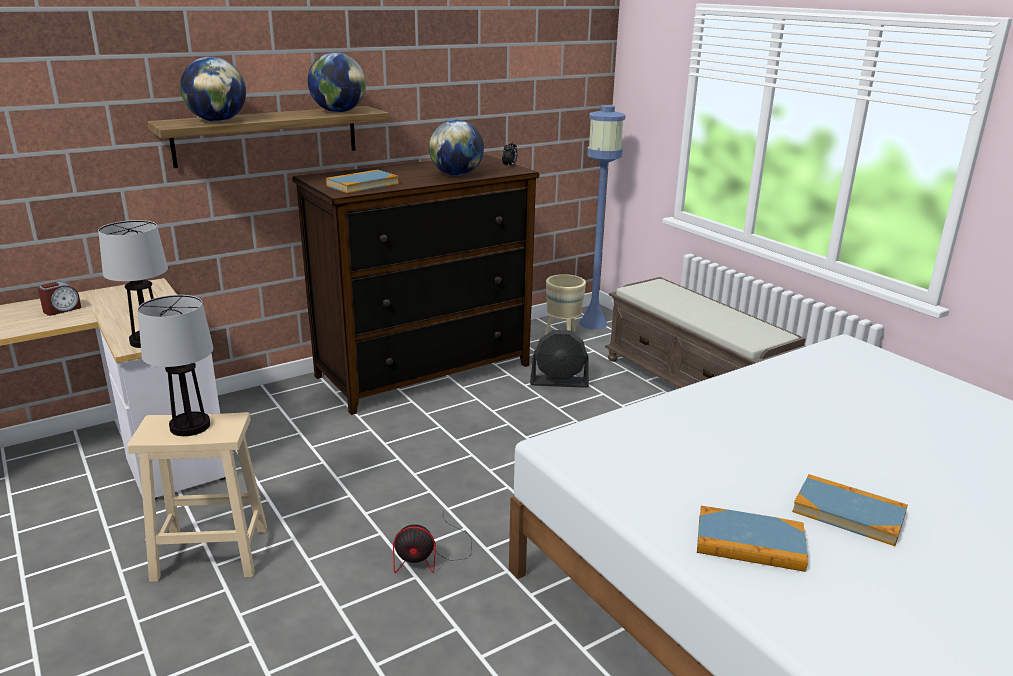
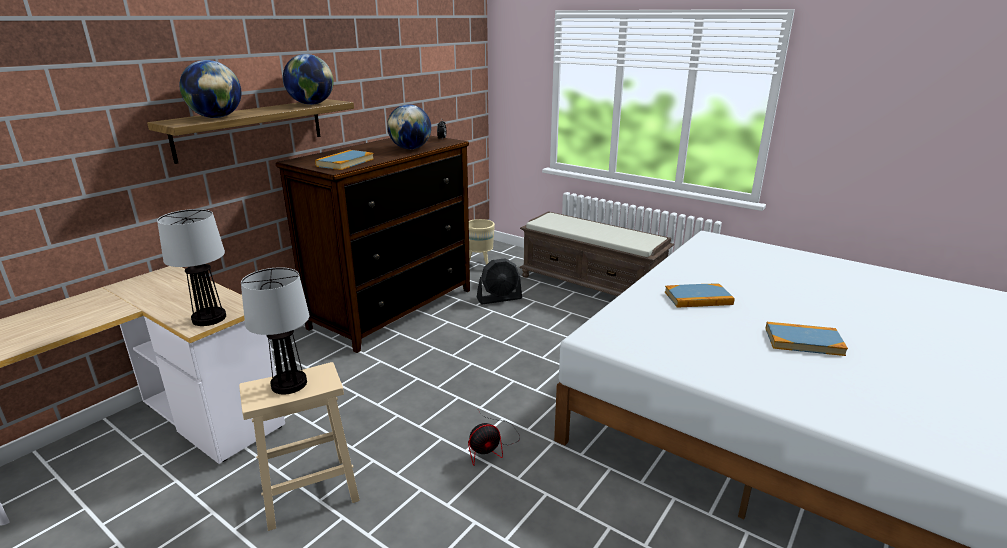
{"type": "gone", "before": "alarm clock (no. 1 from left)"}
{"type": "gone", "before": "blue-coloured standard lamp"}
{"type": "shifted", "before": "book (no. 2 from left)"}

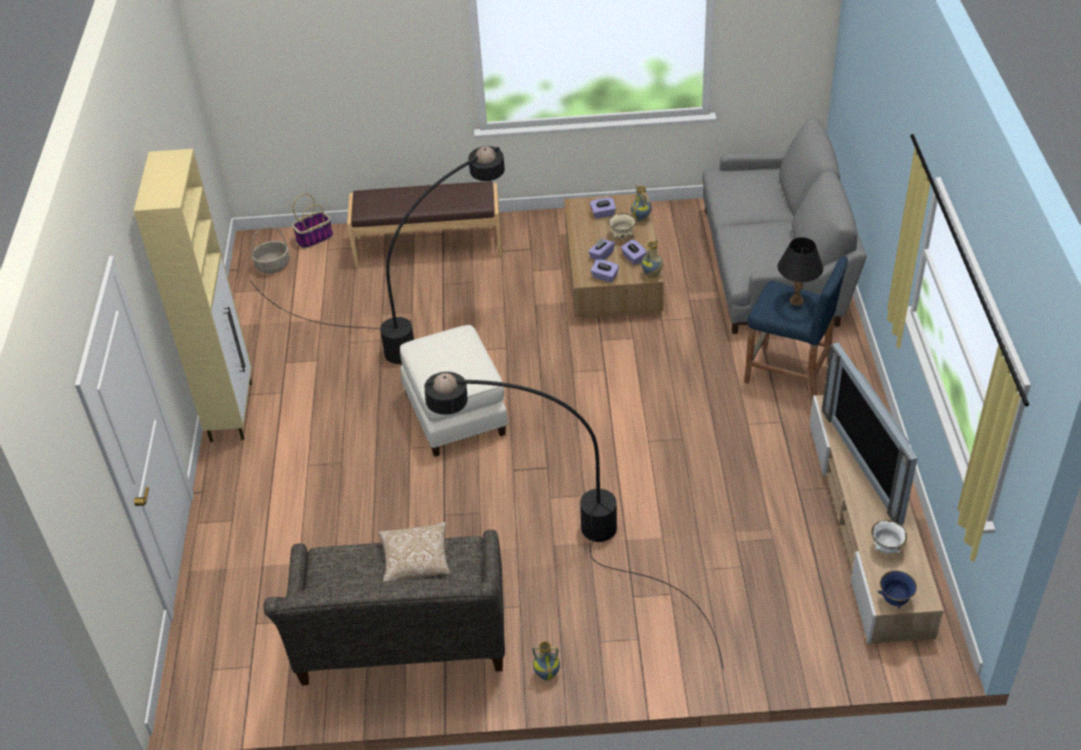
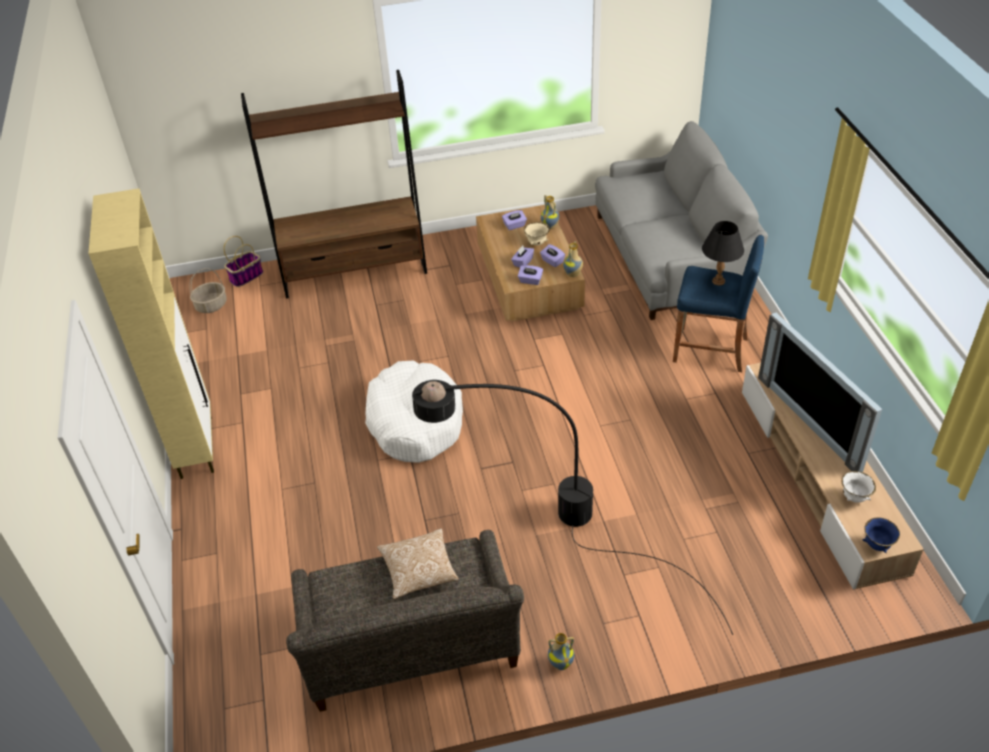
{"type": "gone", "before": "black standard lamp (no. 1 from left)"}
{"type": "swapped", "before": "brown bench", "after": "brown bookshelf"}
{"type": "swapped", "before": "whitish pouffe", "after": "whitish dog bed"}

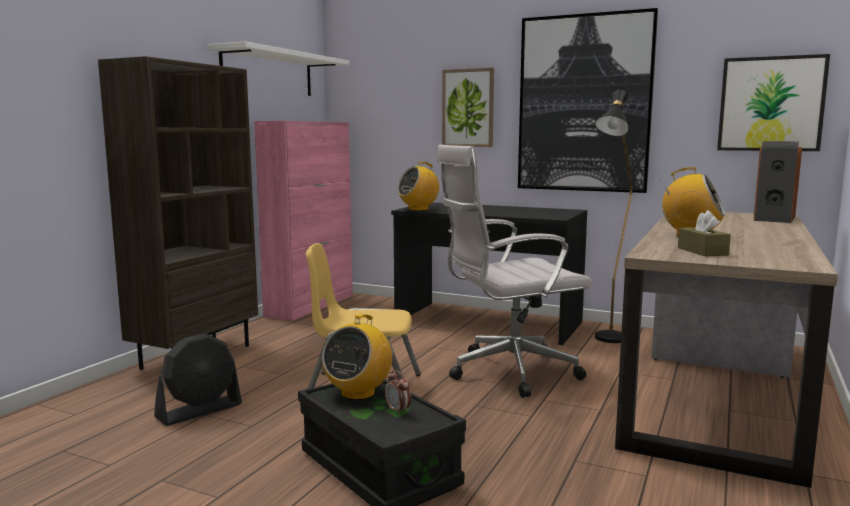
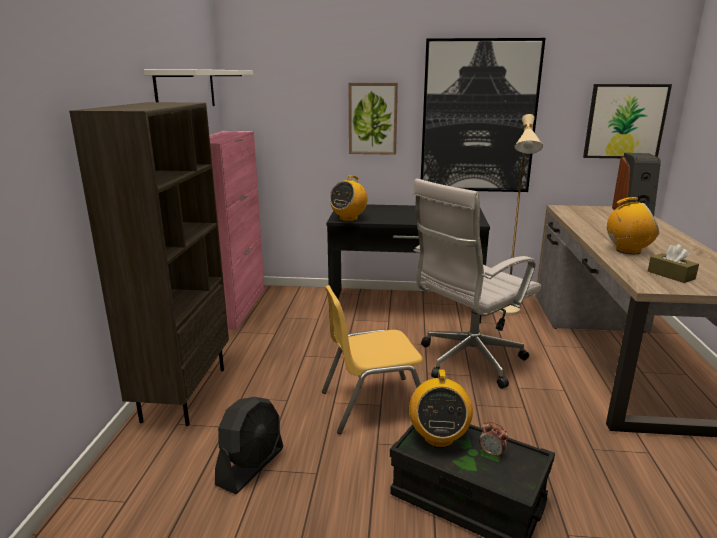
{"type": "repainted", "before": "black standard lamp", "after": "beige standard lamp"}

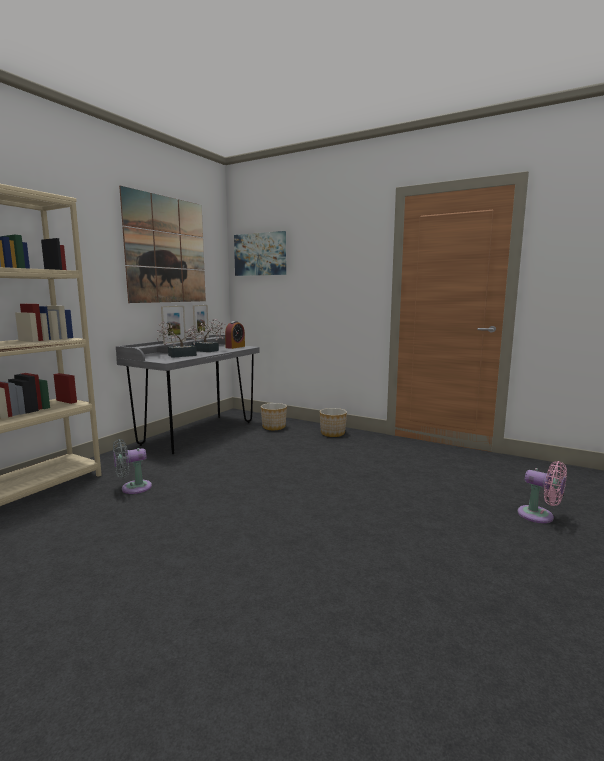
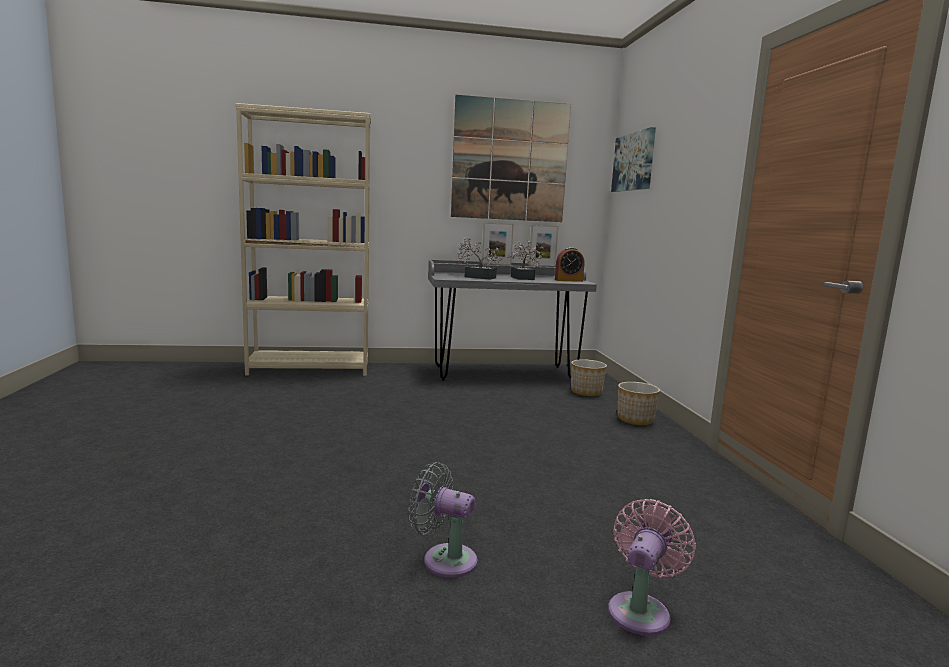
{"type": "shifted", "before": "gray electric fan"}
{"type": "rotated", "before": "pink-coloured electric fan", "turn": -150}

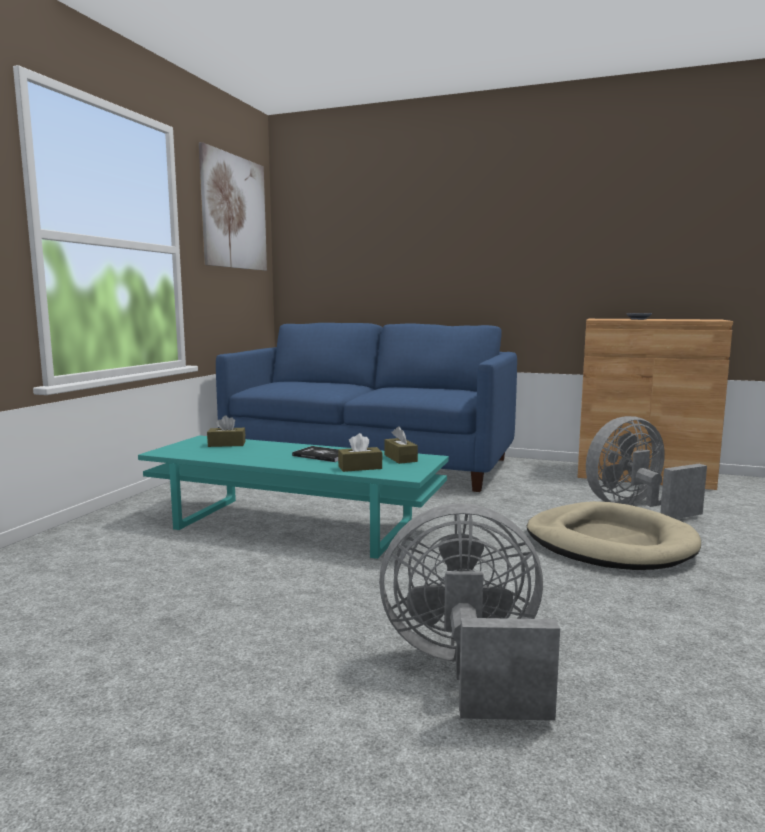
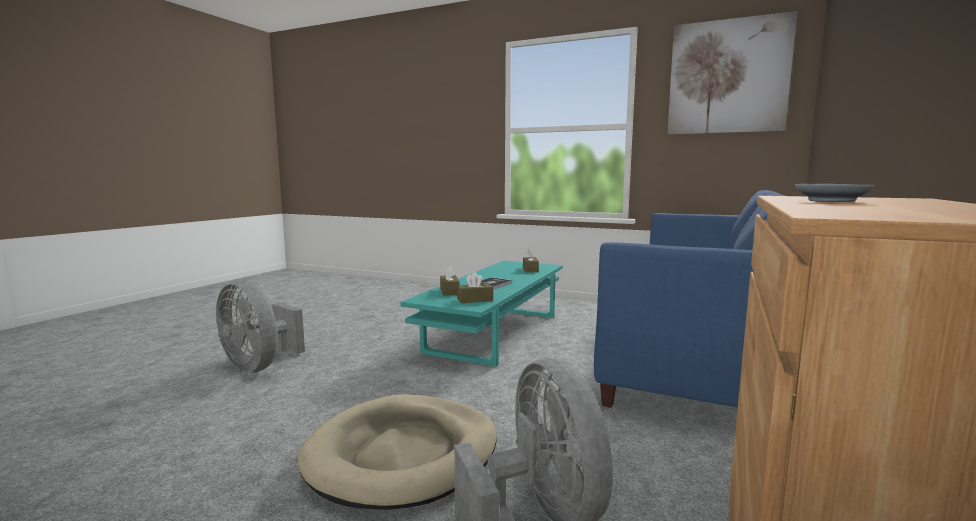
{"type": "rotated", "before": "gray electric fan (no. 1 from left)", "turn": 120}

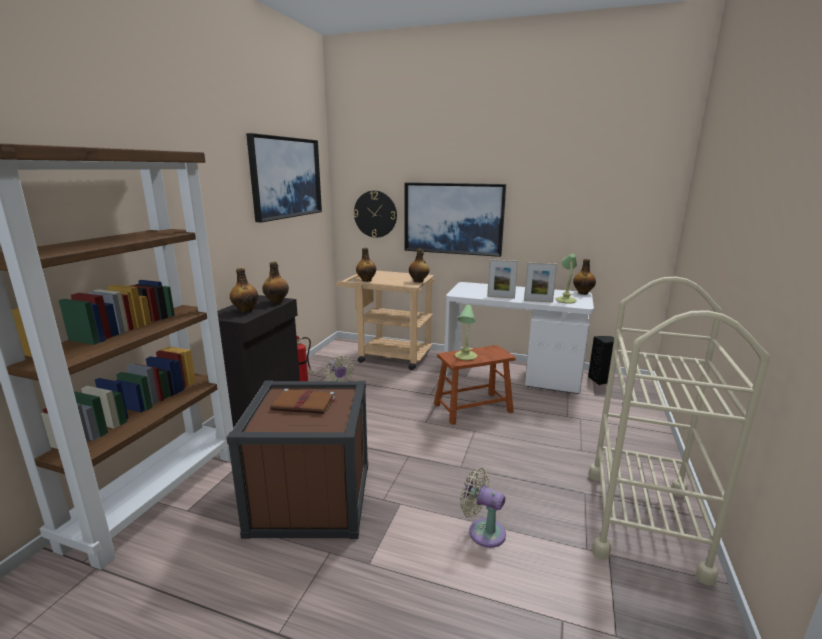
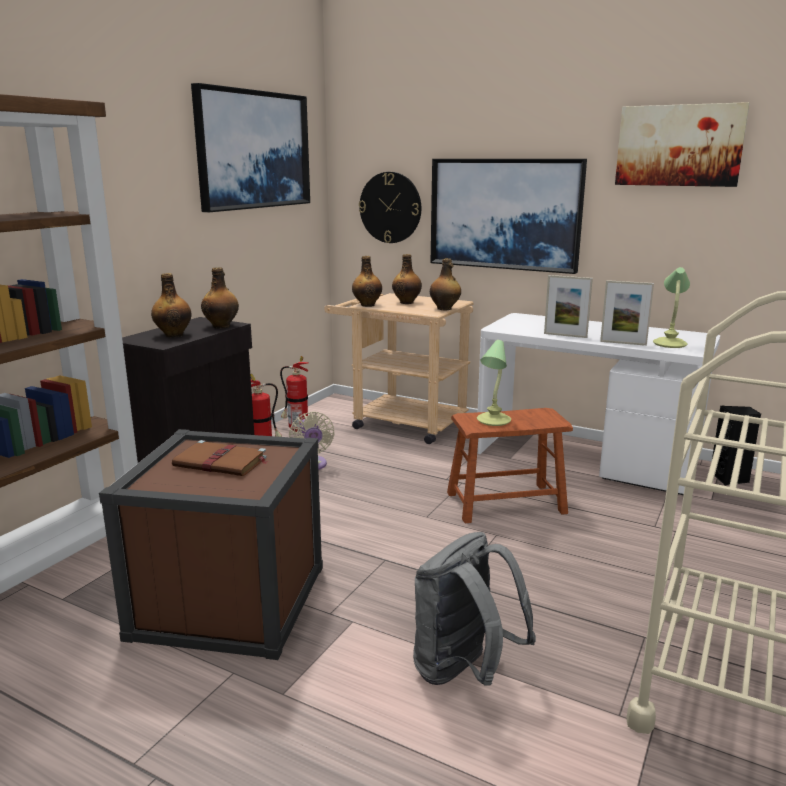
{"type": "new", "after": "fire-fighting cylinder (no. 2 from left)"}
{"type": "new", "after": "wall picture (no. 3 from left)"}
{"type": "shifted", "before": "bottle (no. 5 from left in the first image)", "after": "bottle (no. 4 from left)"}
{"type": "swapped", "before": "beige electric fan (no. 2 from left)", "after": "gray backpack"}

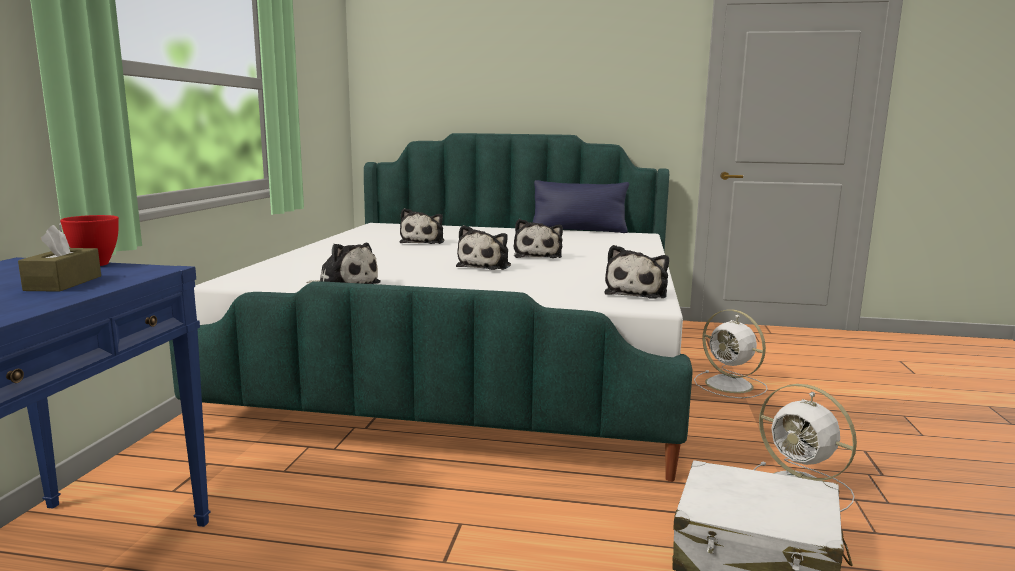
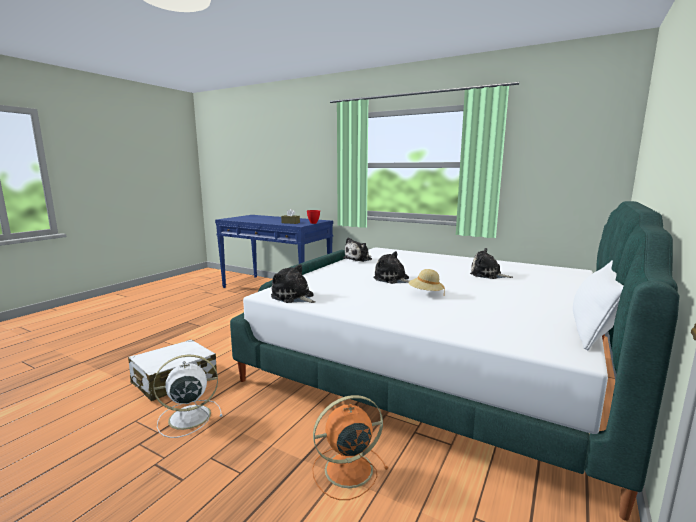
{"type": "swapped", "before": "soft toy (no. 4 from left)", "after": "beige clothing hat"}
{"type": "repainted", "before": "blue-coloured throw pillow", "after": "whitish throw pillow"}
{"type": "repainted", "before": "whitish electric fan (no. 1 from left)", "after": "orange electric fan"}

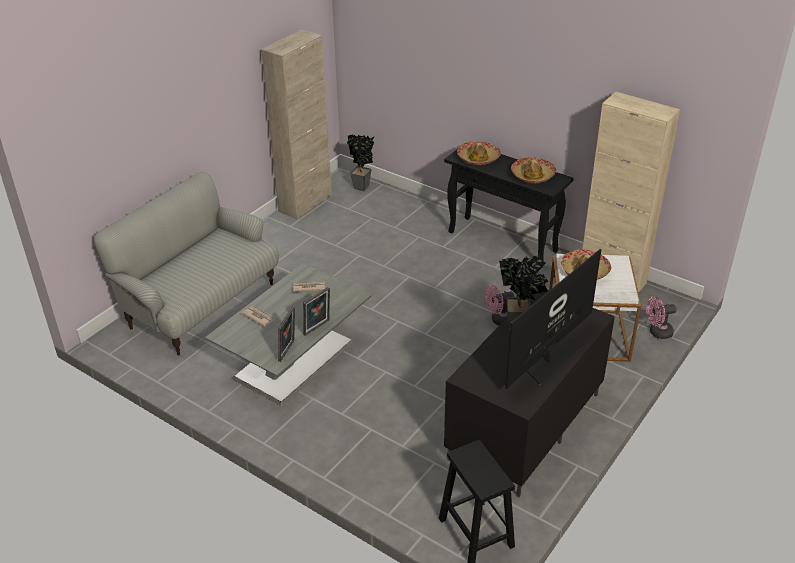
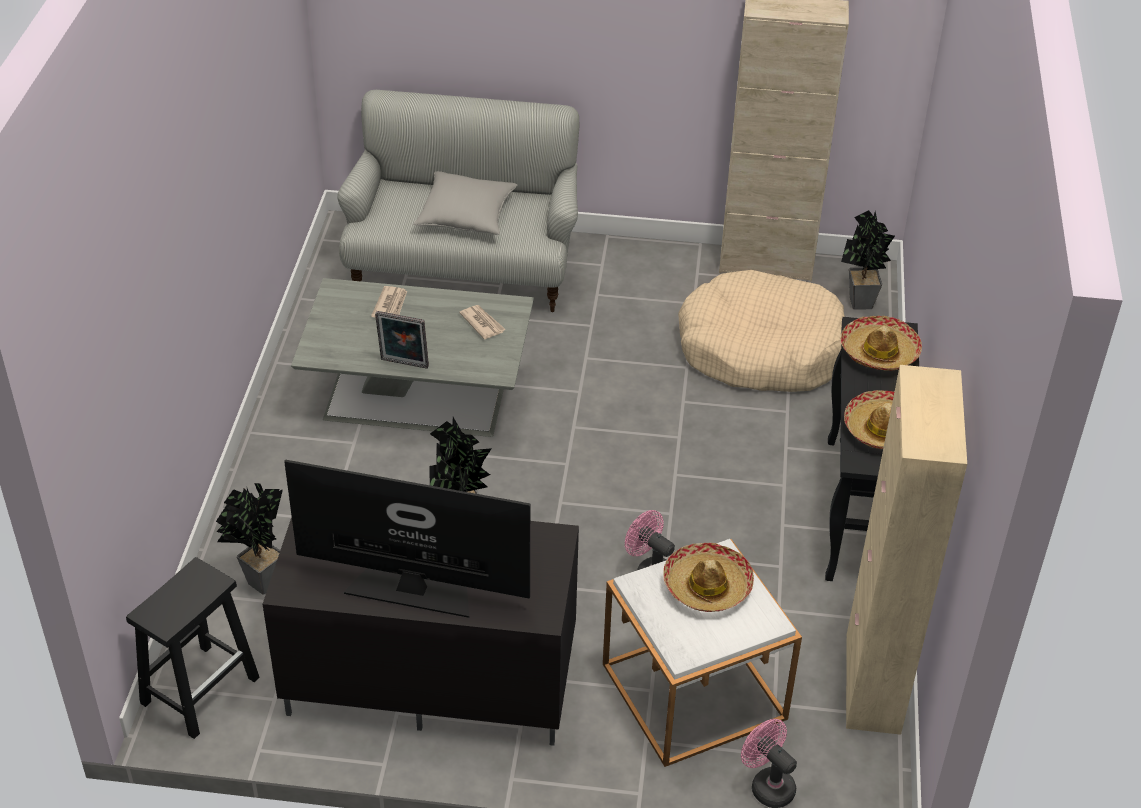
{"type": "gone", "before": "standing frame (no. 1 from left)"}
{"type": "new", "after": "potted plant (no. 1 from left)"}
{"type": "new", "after": "gray throw pillow"}
{"type": "new", "after": "beige dog bed"}

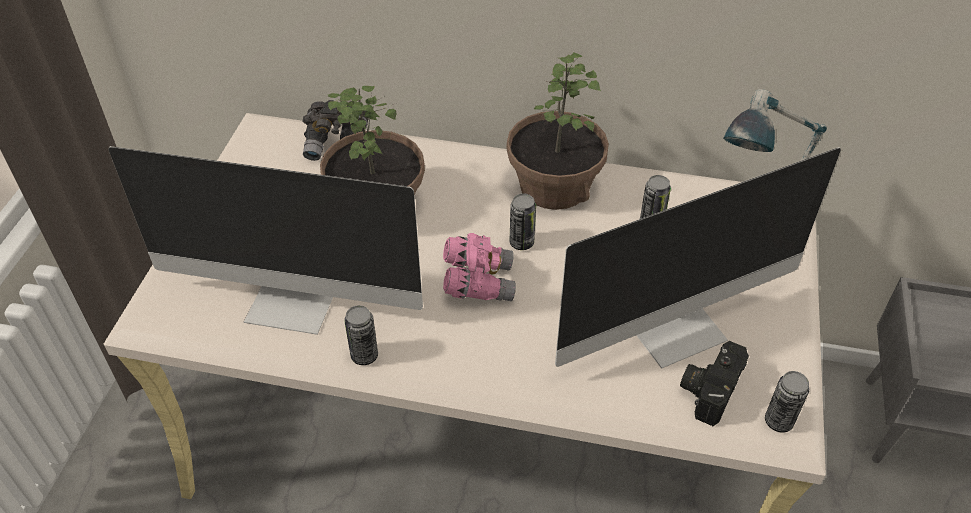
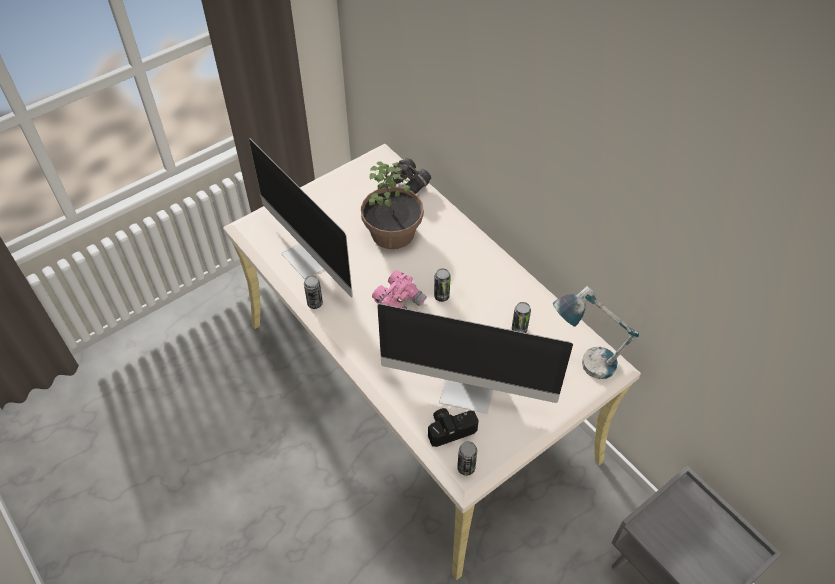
{"type": "gone", "before": "potted plant (no. 2 from left)"}

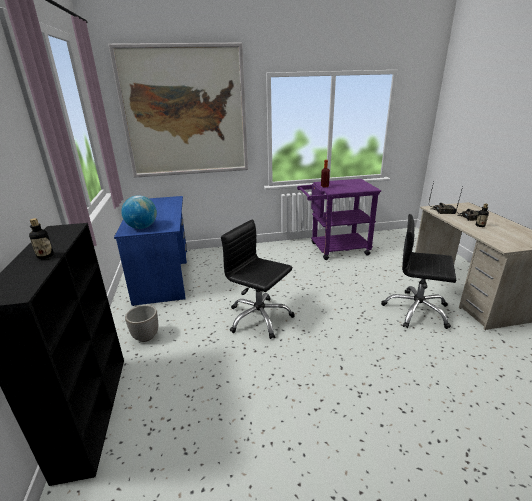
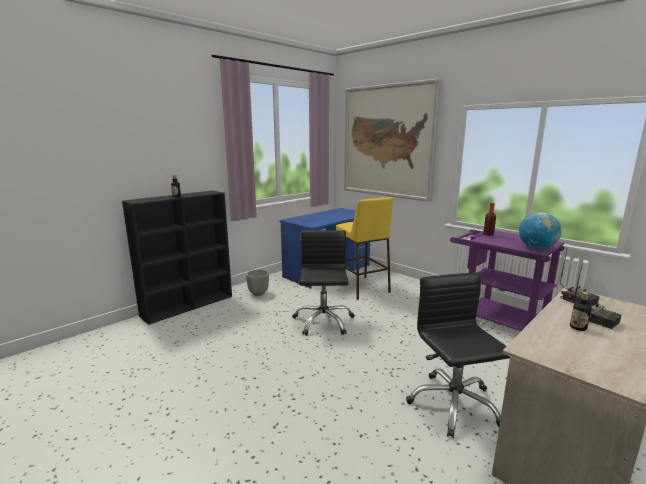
{"type": "new", "after": "yellow-coloured stool"}
{"type": "shifted", "before": "world globe"}

